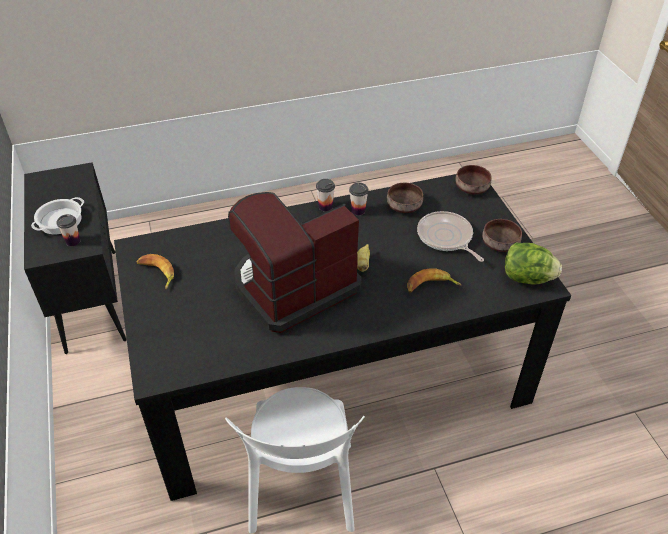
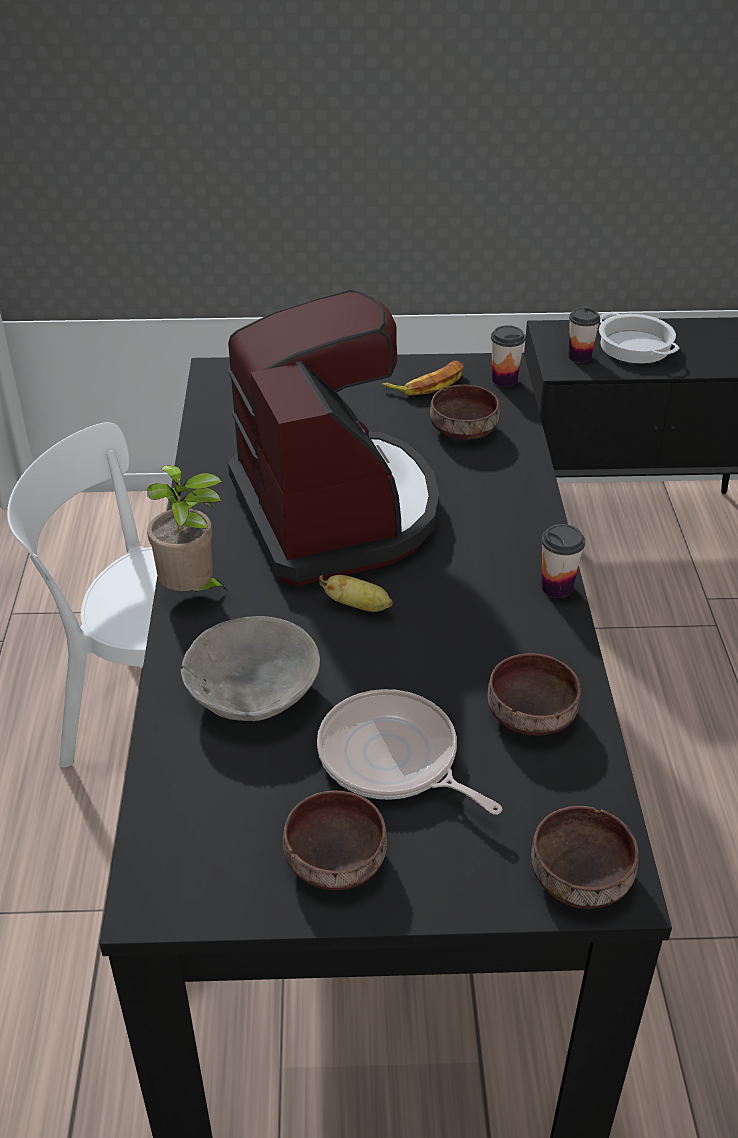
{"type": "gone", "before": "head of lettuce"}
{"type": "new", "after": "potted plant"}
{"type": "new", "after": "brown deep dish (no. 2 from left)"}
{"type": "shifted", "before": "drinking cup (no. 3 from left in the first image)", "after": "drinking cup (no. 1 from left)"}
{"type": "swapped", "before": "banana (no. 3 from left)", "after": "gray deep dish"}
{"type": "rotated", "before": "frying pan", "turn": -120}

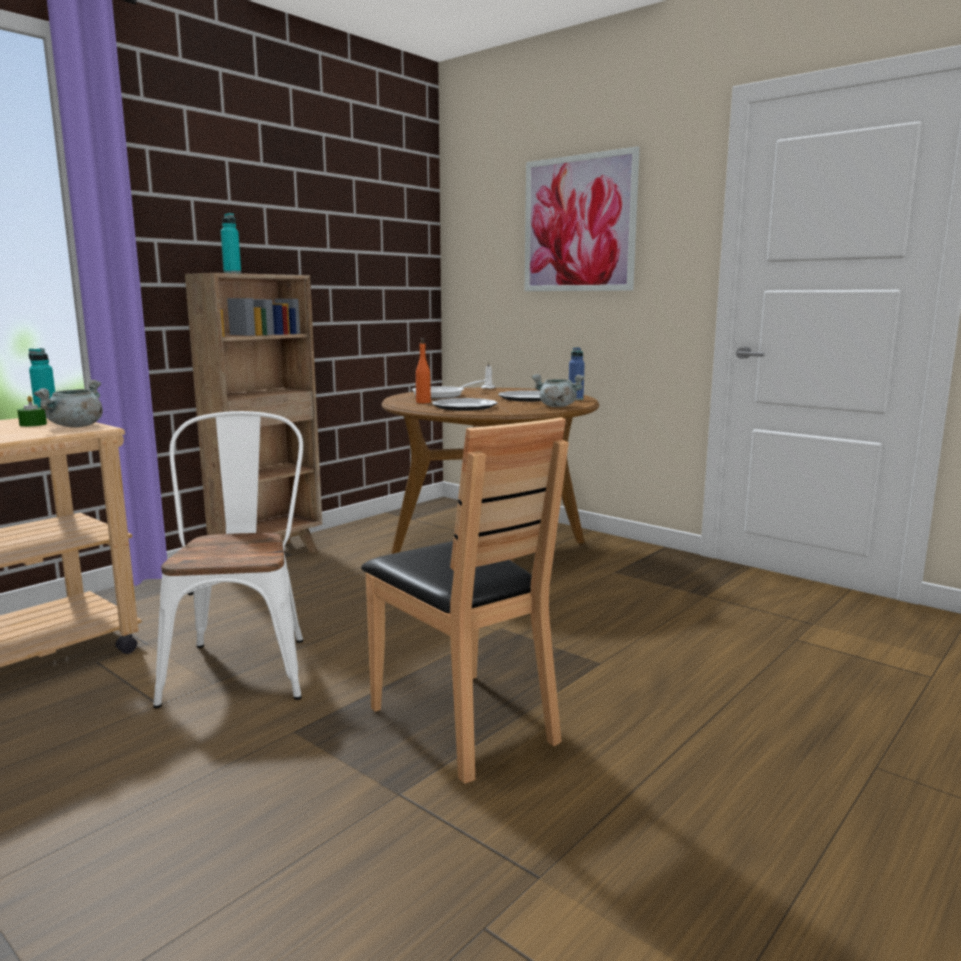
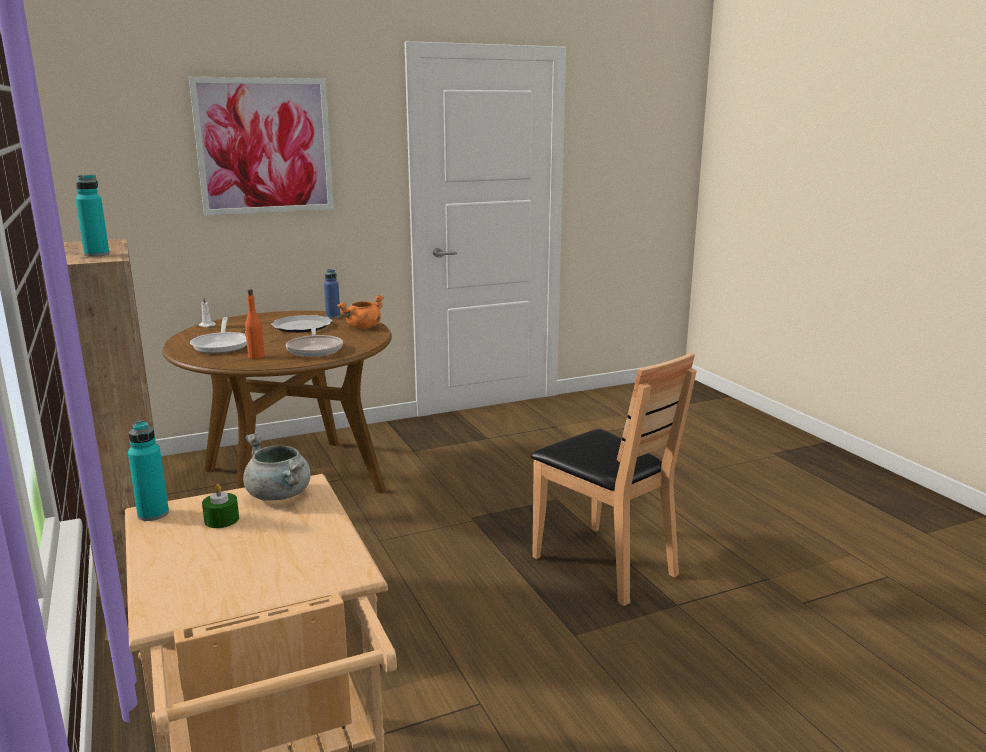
{"type": "gone", "before": "whitish plain chair"}
{"type": "swapped", "before": "plate (no. 1 from left)", "after": "frying pan (no. 2 from left)"}
{"type": "repainted", "before": "gray saucepot (no. 2 from left)", "after": "orange saucepot"}
{"type": "rotated", "before": "brown plain chair", "turn": 60}

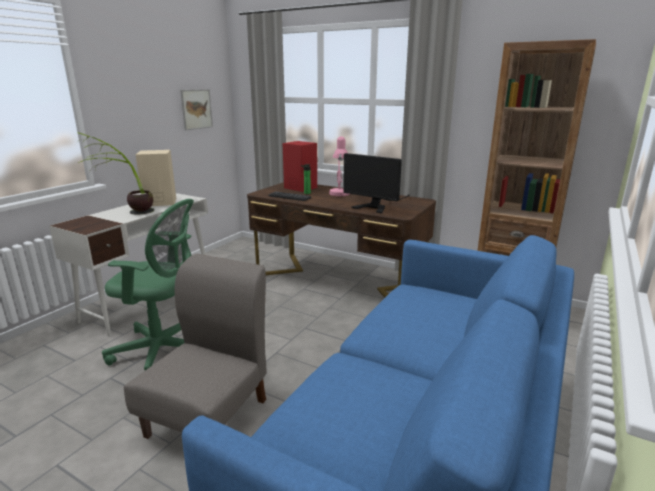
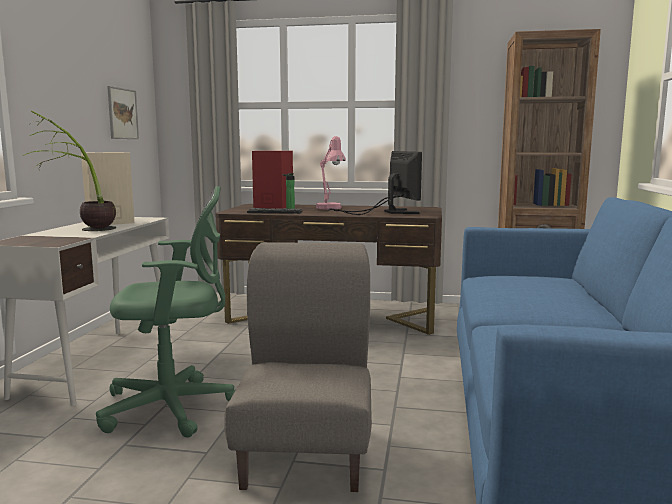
{"type": "rotated", "before": "computer screen", "turn": -120}

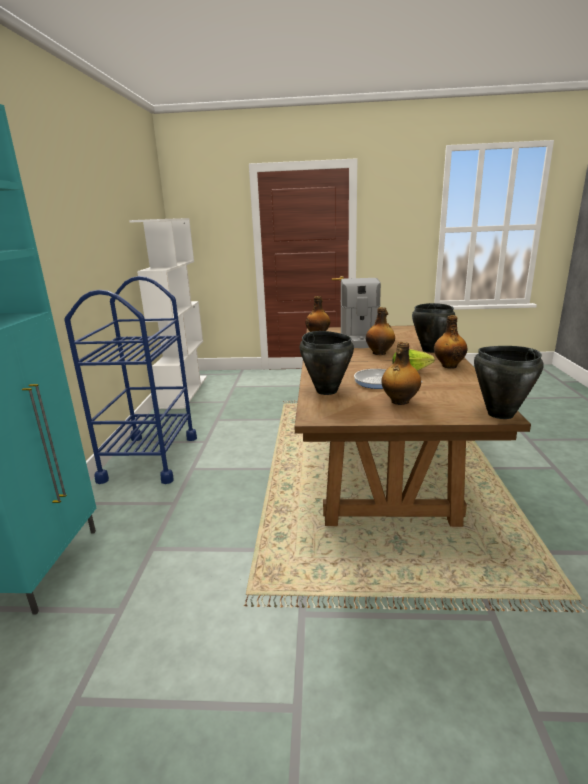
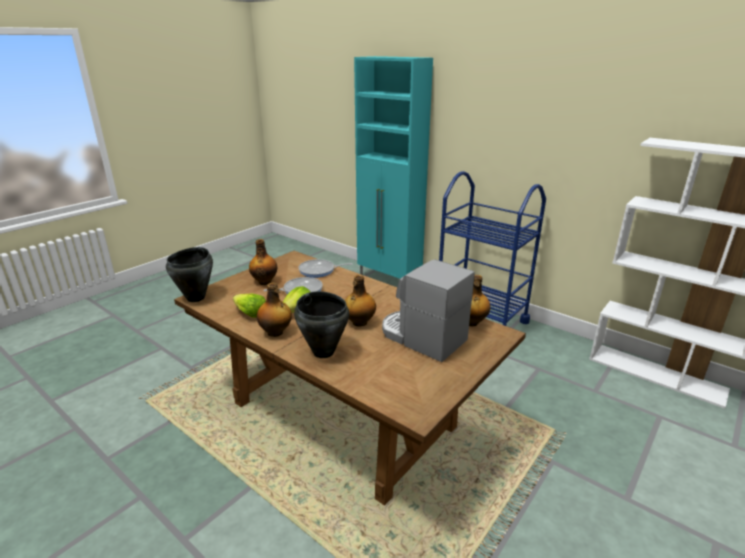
{"type": "new", "after": "head of lettuce (no. 1 from left)"}
{"type": "swapped", "before": "black saucepot (no. 1 from left)", "after": "frying pan (no. 2 from left)"}

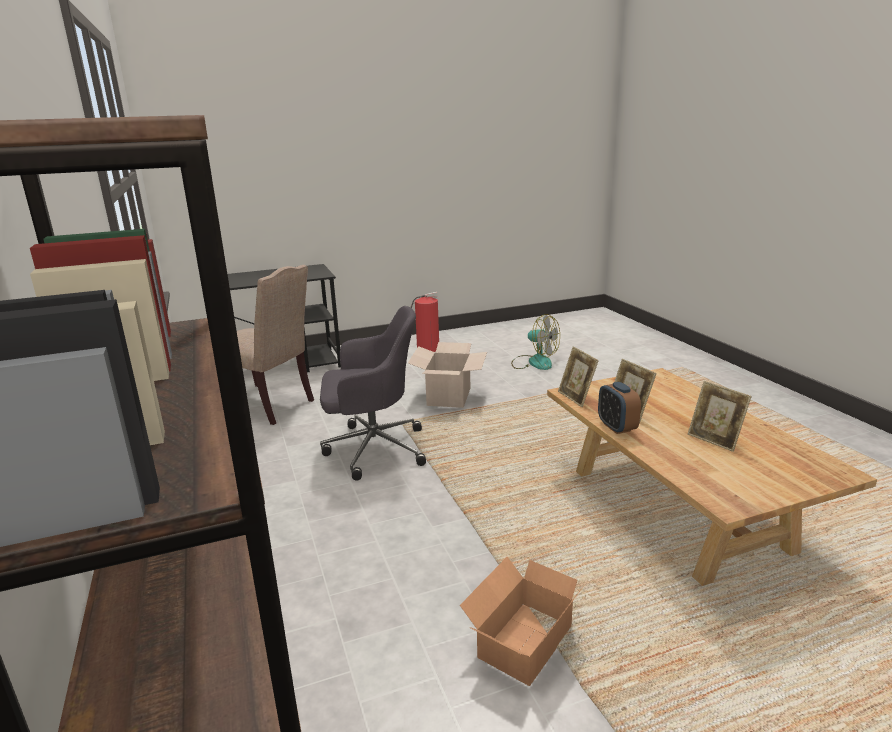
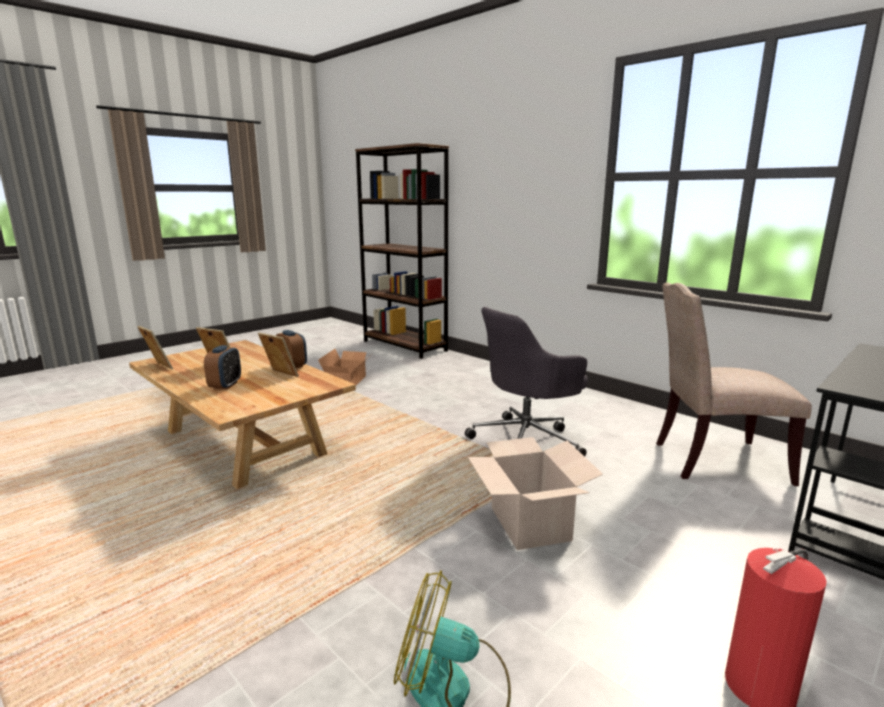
{"type": "new", "after": "alarm clock (no. 1 from left)"}
{"type": "shifted", "before": "standing frame (no. 1 from left)"}

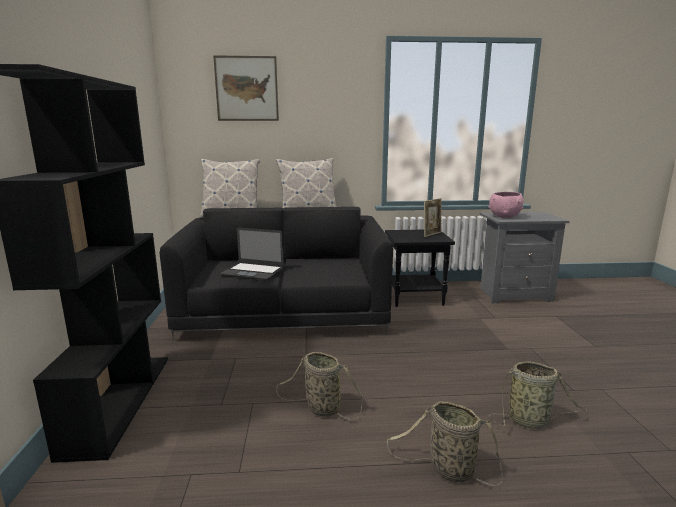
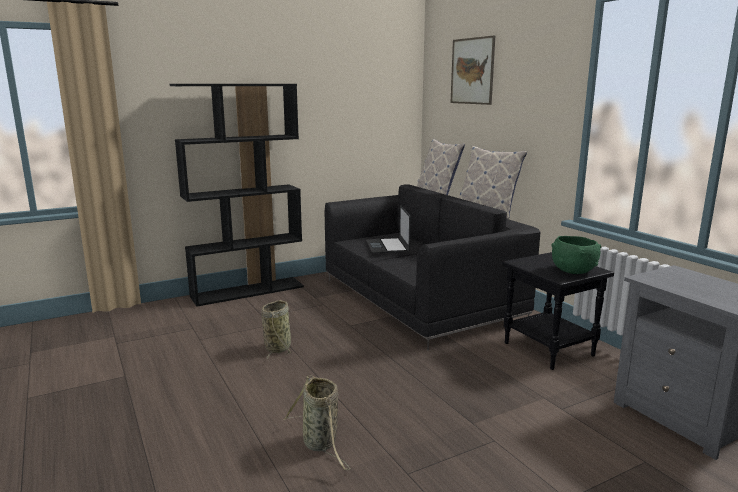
{"type": "gone", "before": "basket (no. 2 from left)"}
{"type": "gone", "before": "pink-coloured deep dish"}
{"type": "swapped", "before": "standing frame", "after": "green-coloured deep dish"}

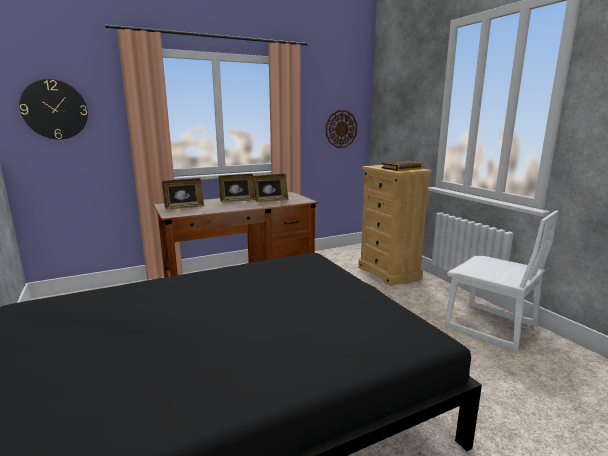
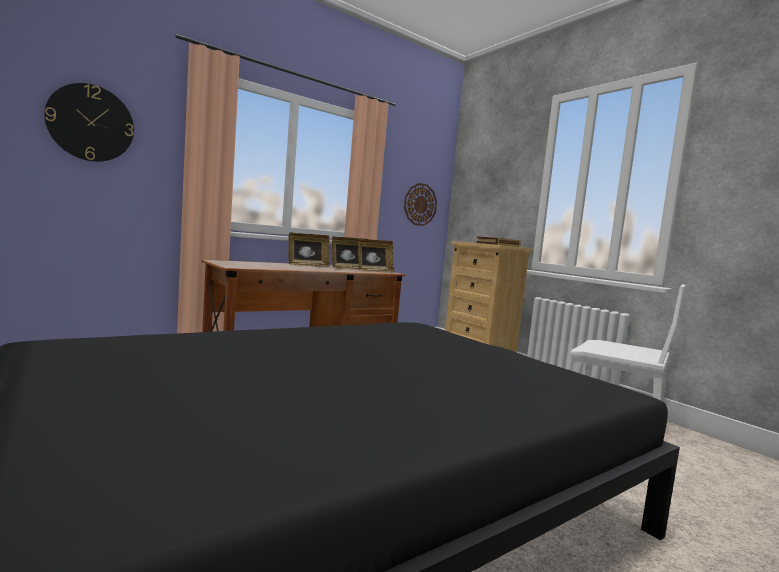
{"type": "shifted", "before": "standing frame (no. 1 from left in the first image)", "after": "standing frame (no. 3 from left)"}

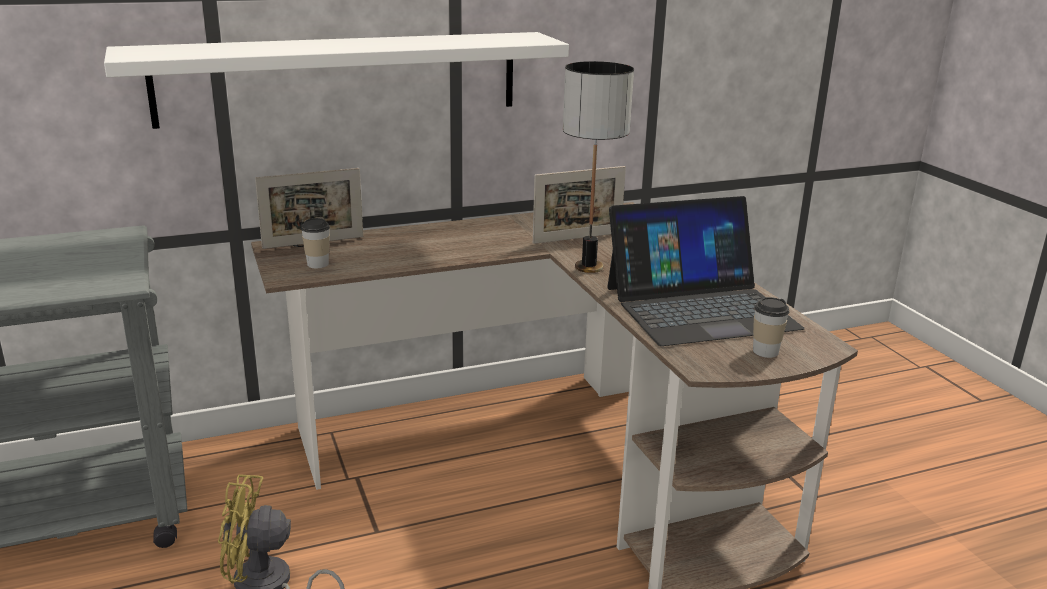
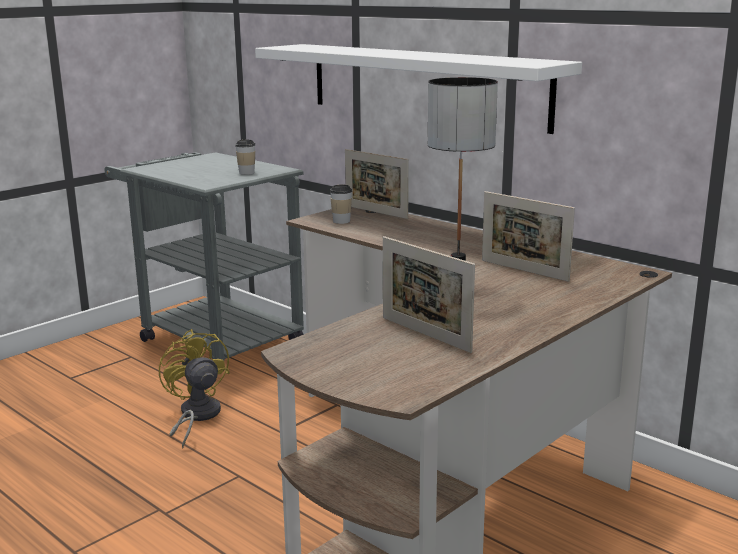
{"type": "shifted", "before": "drinking cup (no. 2 from left in the first image)", "after": "drinking cup (no. 1 from left)"}
{"type": "swapped", "before": "laptop", "after": "standing frame (no. 2 from left)"}

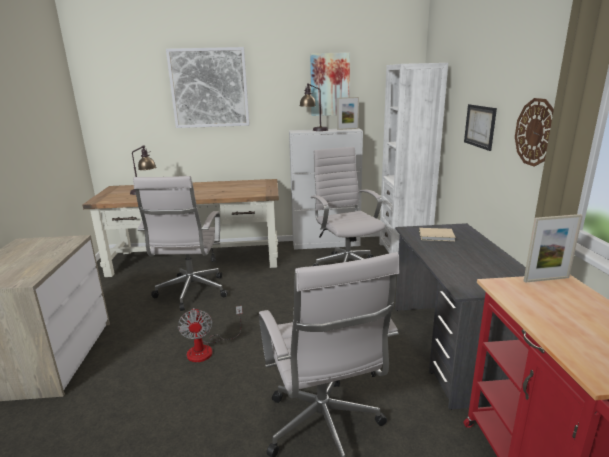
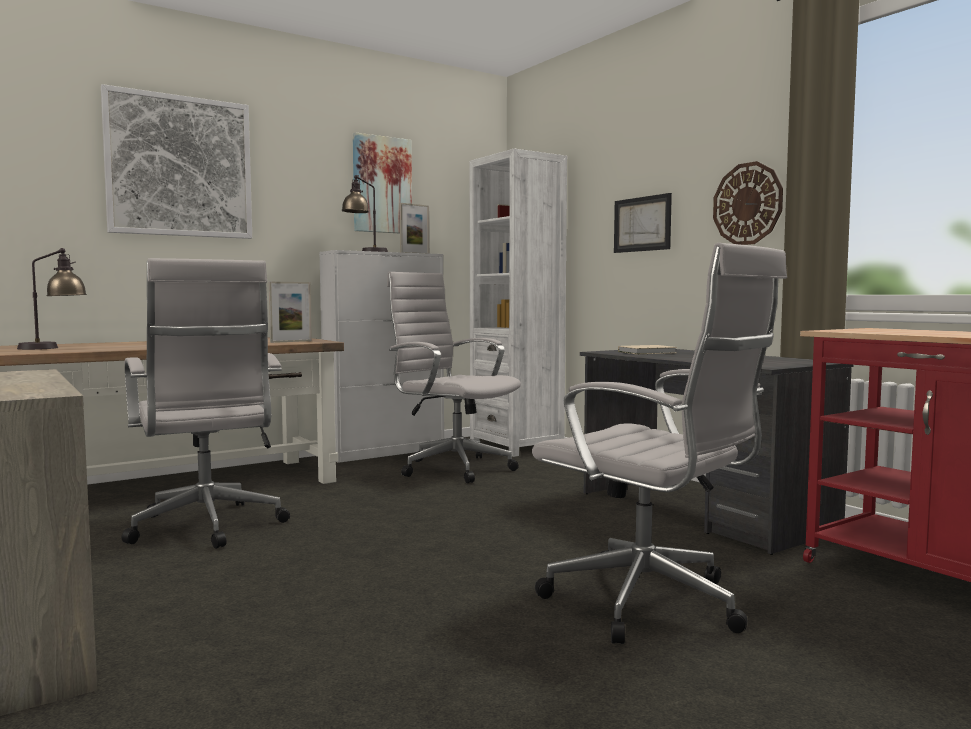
{"type": "gone", "before": "electric fan"}
{"type": "shifted", "before": "standing frame (no. 2 from left in the first image)", "after": "standing frame (no. 1 from left)"}

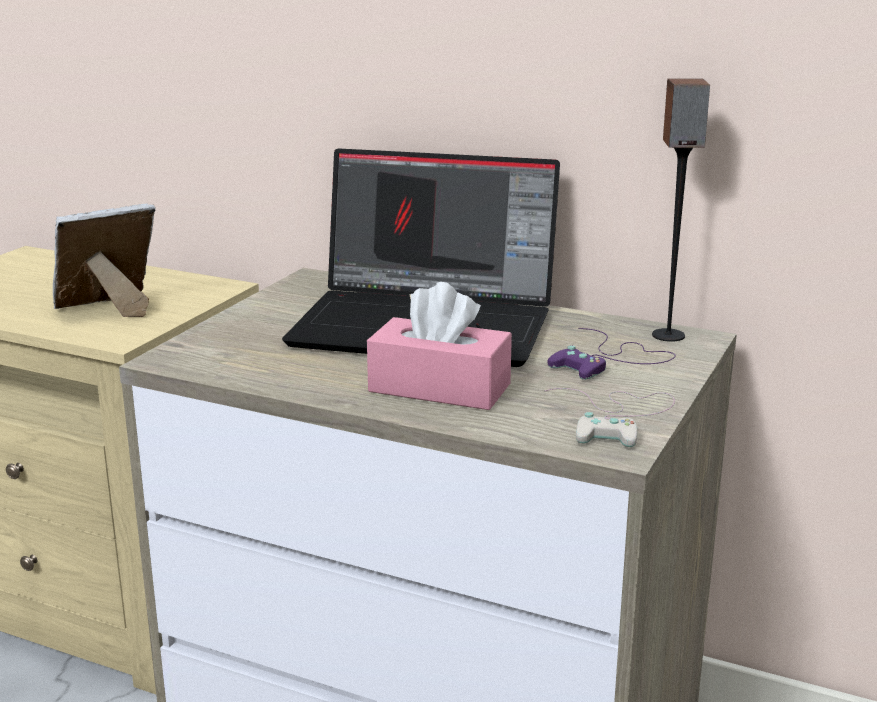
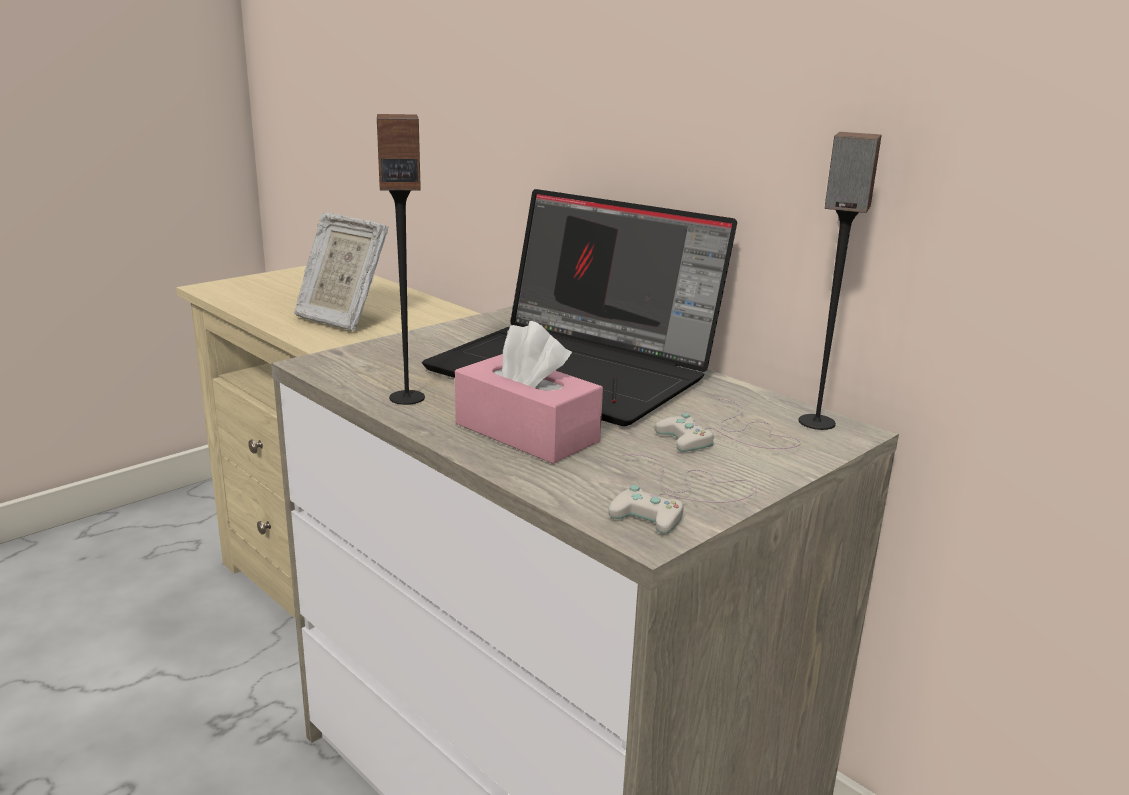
{"type": "new", "after": "speaker (no. 1 from left)"}
{"type": "repainted", "before": "purplish gamepad", "after": "whitish gamepad (no. 2 from left)"}
{"type": "rotated", "before": "standing frame", "turn": -135}

